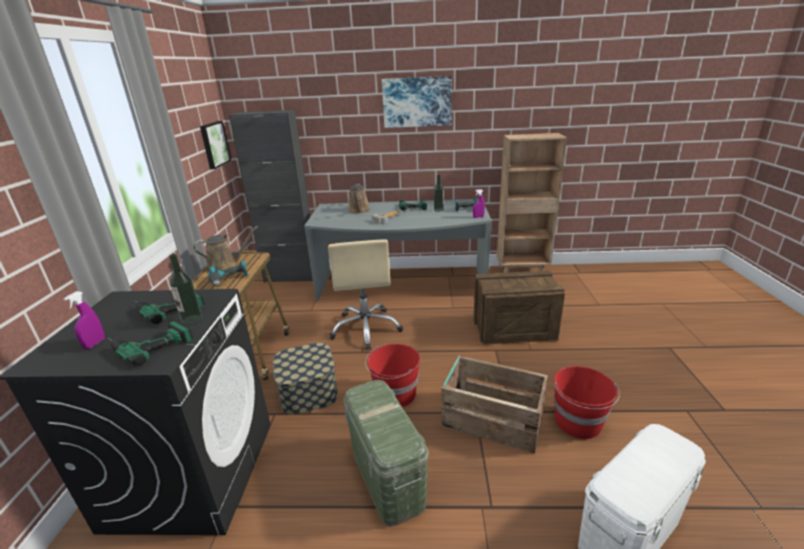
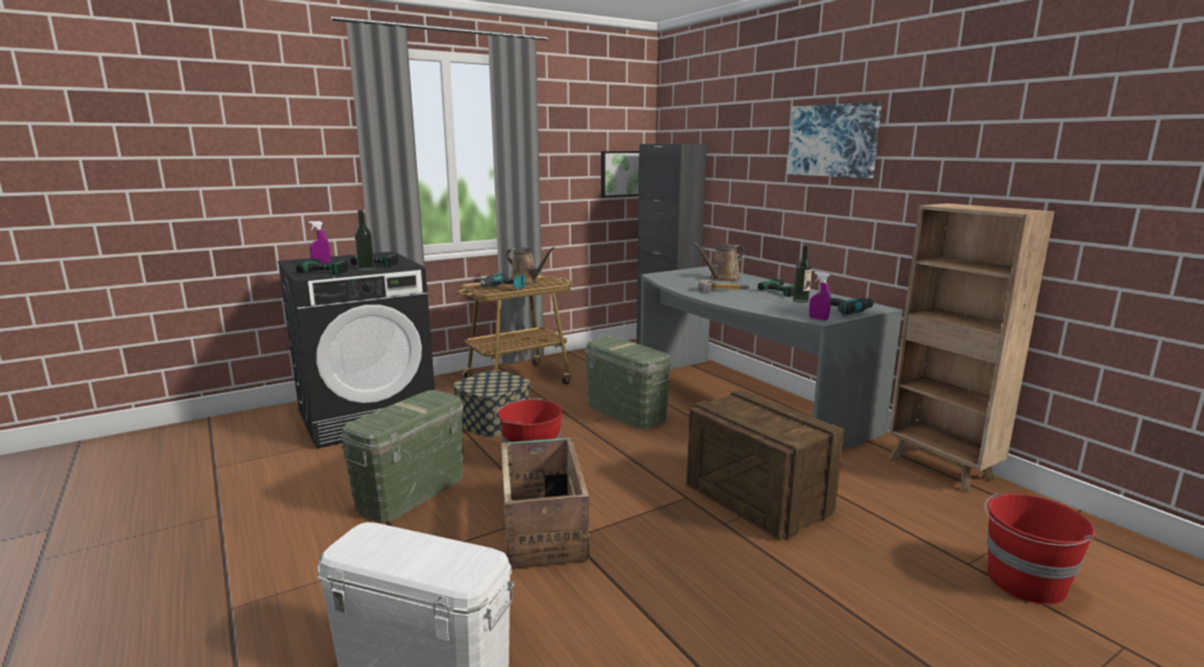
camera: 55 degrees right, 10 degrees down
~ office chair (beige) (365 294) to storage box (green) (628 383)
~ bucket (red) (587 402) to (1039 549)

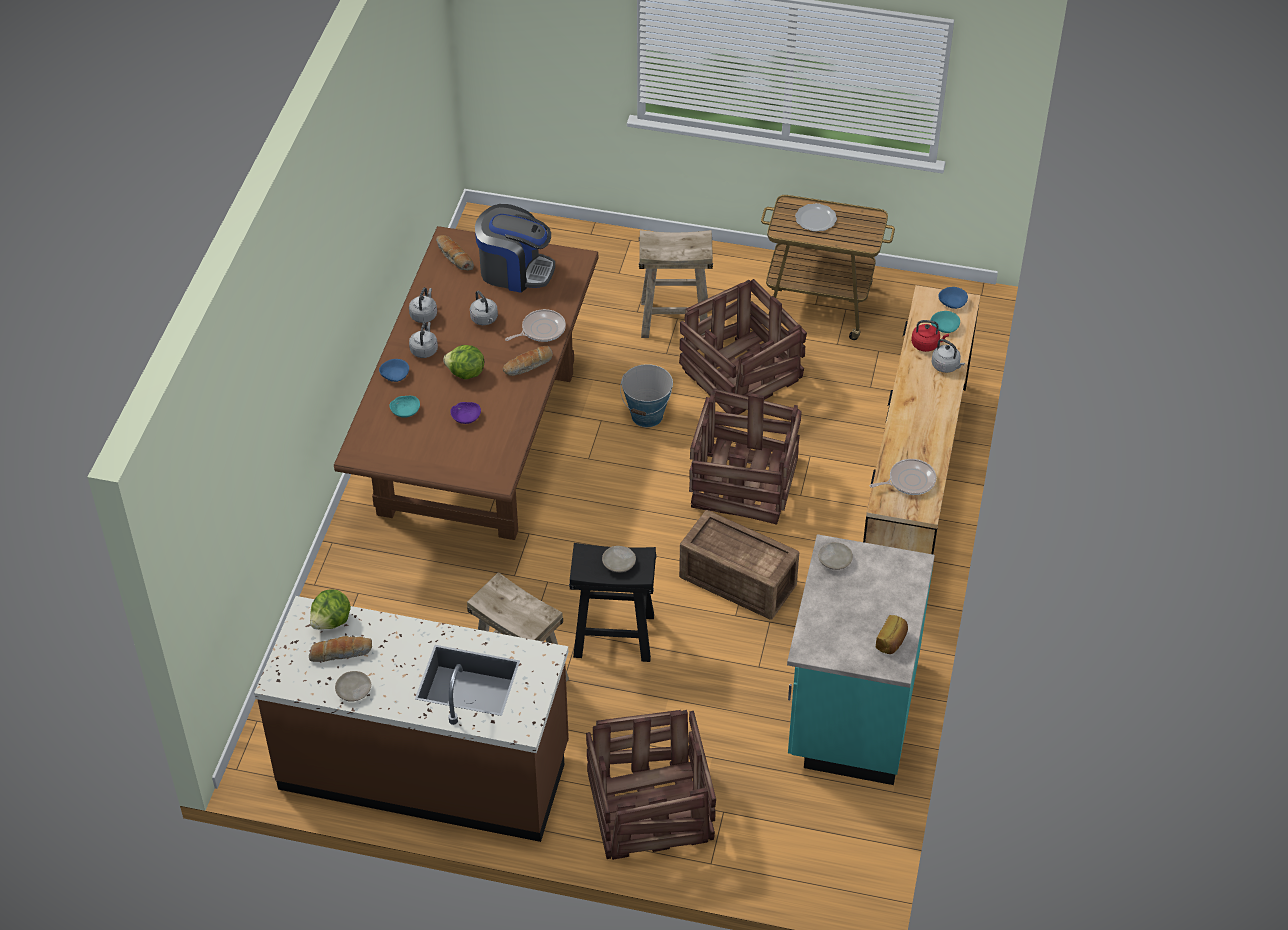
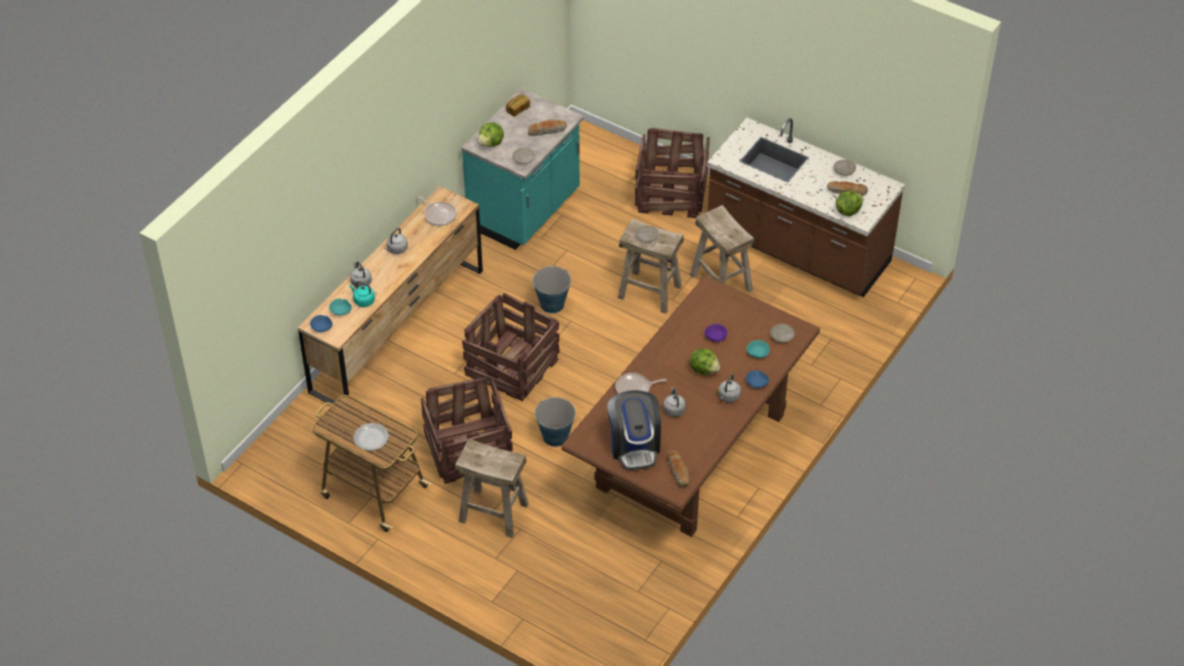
camera: 160 degrees left, 0 degrees up
~ coffee machine (515 248) = (634 430) 135 degrees counterclockwise
~ kettle (grey) (423 305) to (396 241)
~ kettle (red) (930 336) to kettle (turquoise) (362 294)
~ bread (528 361) to (547 128)
~ frying pan (903 477) = (437 211) 135 degrees counterclockwise
~ crate (739 565) to bucket (551 289)
~ stool (black) (613 602) to stool (beige) (651 266)
+ lettuce (490 134)
+ plate (beige) (782 333)

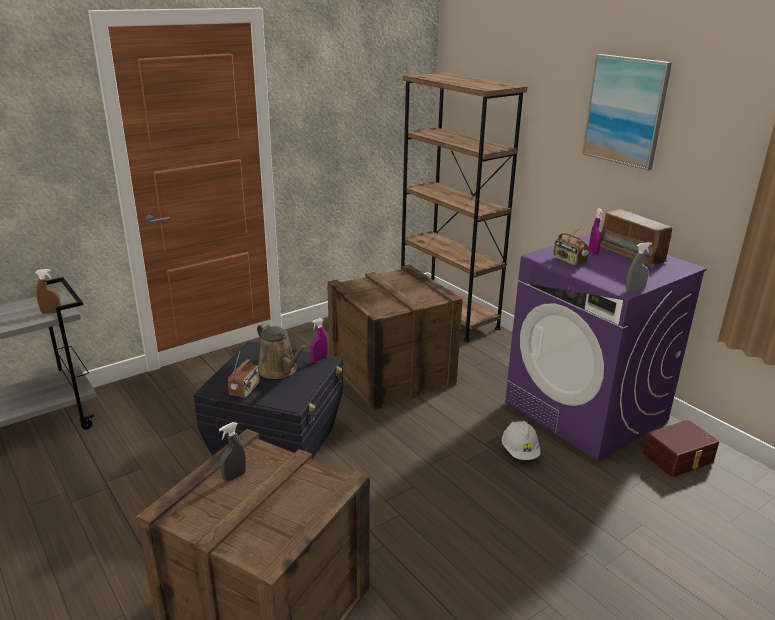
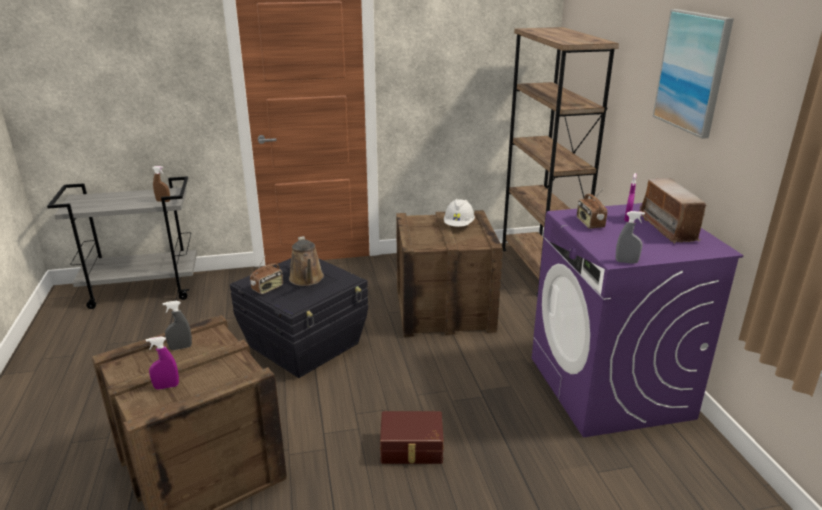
camera: 25 degrees right, 0 degrees up
~ spray bottle (purple) (319 340) to (162 363)
~ storage box (brown) (681 448) to (412 437)
~ hard hat (white) (521 440) to (459 213)

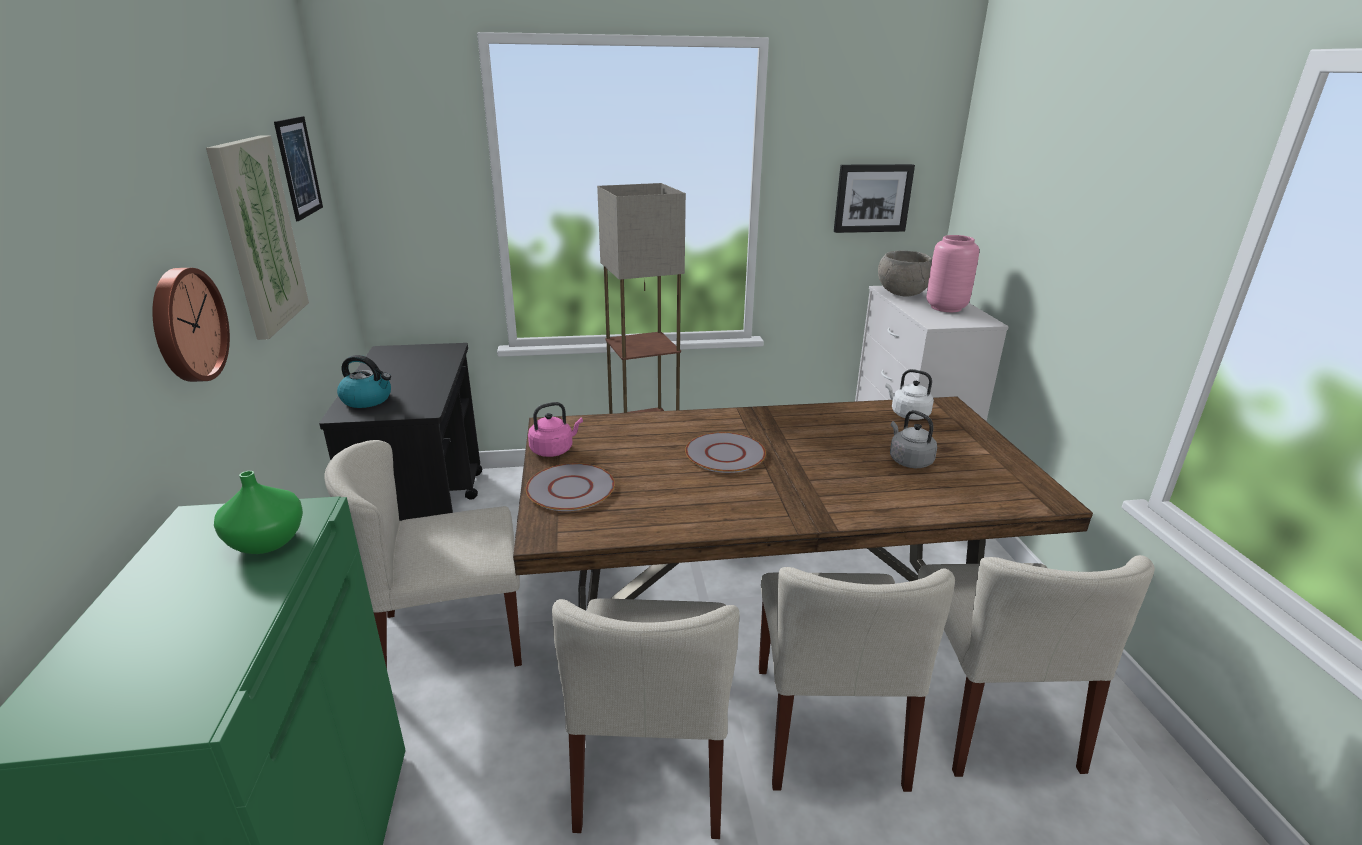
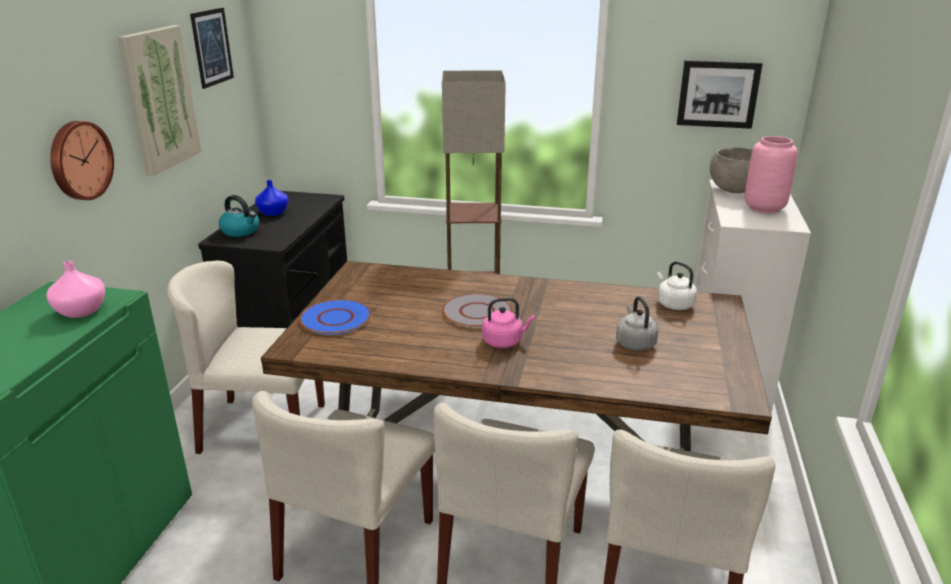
camera: 20 degrees right, 0 degrees up
~ kettle (pink) (555 429) to (508 323)
~ plate (grey) (570 487) to plate (blue) (335 317)
~ vase (green) (258 512) to vase (pink) (75 289)
+ vase (blue) (271 198)

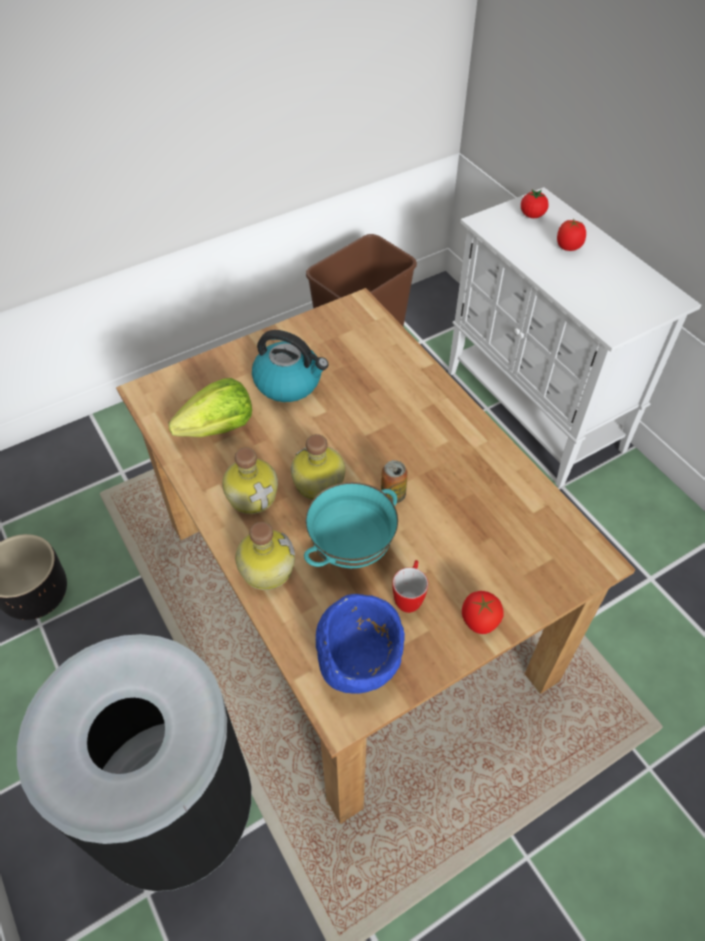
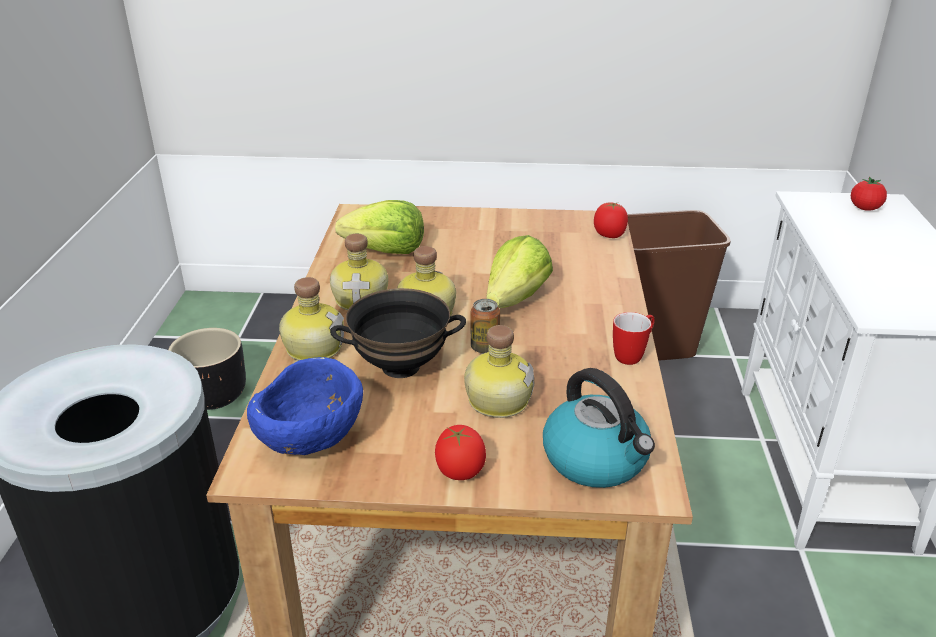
camera: 35 degrees right, 20 degrees down
~ tomato (571 234) to (611 220)
~ kettle (290 366) to (599 428)
~ bowl (turquoise) (351 525) to bowl (black) (398 333)
~ mug (410 586) to (634 338)
+ lettuce (519 271)
+ bottle (499 371)

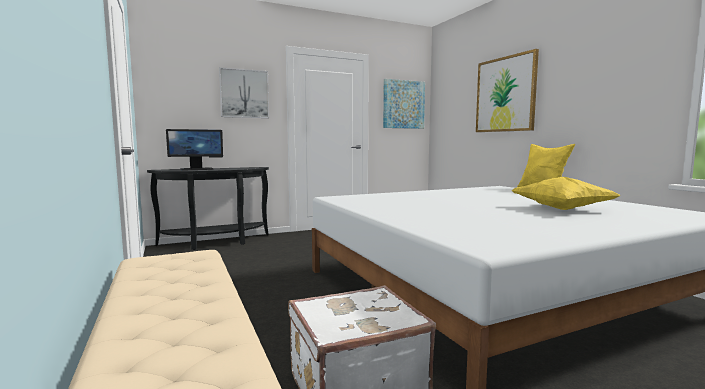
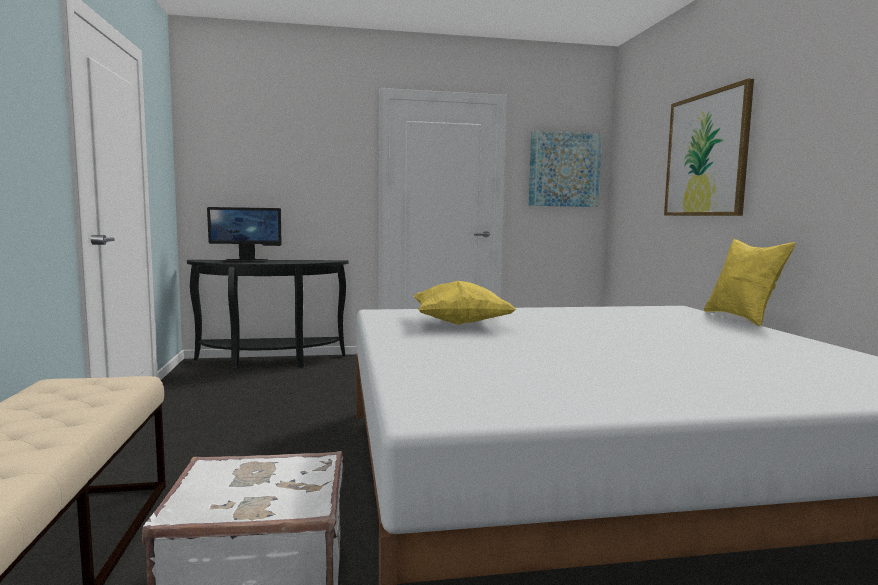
camera: 15 degrees right, 0 degrees up
- picture (244 92)
~ pillow (yellow) (566 193) to (465 303)

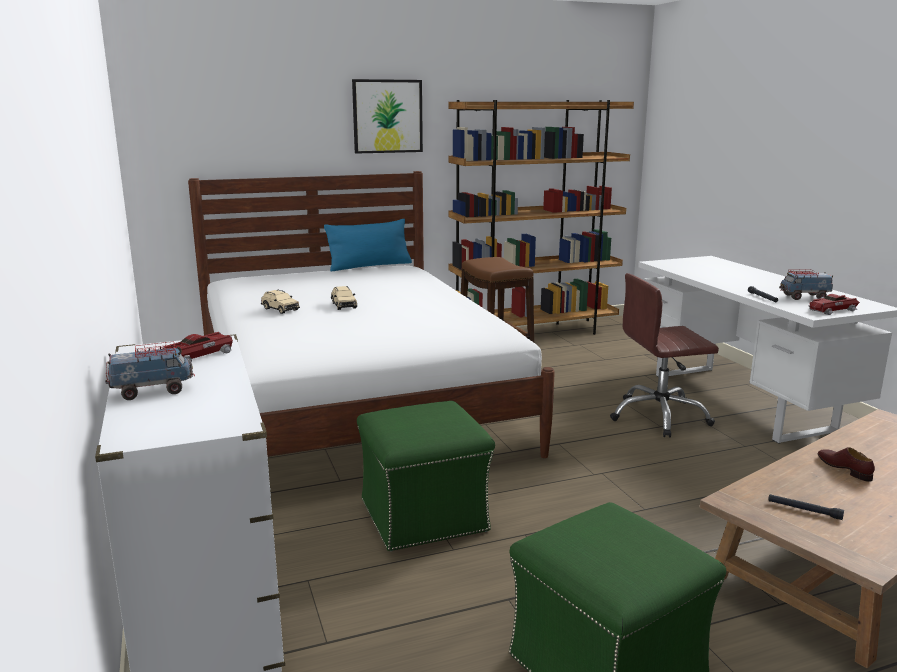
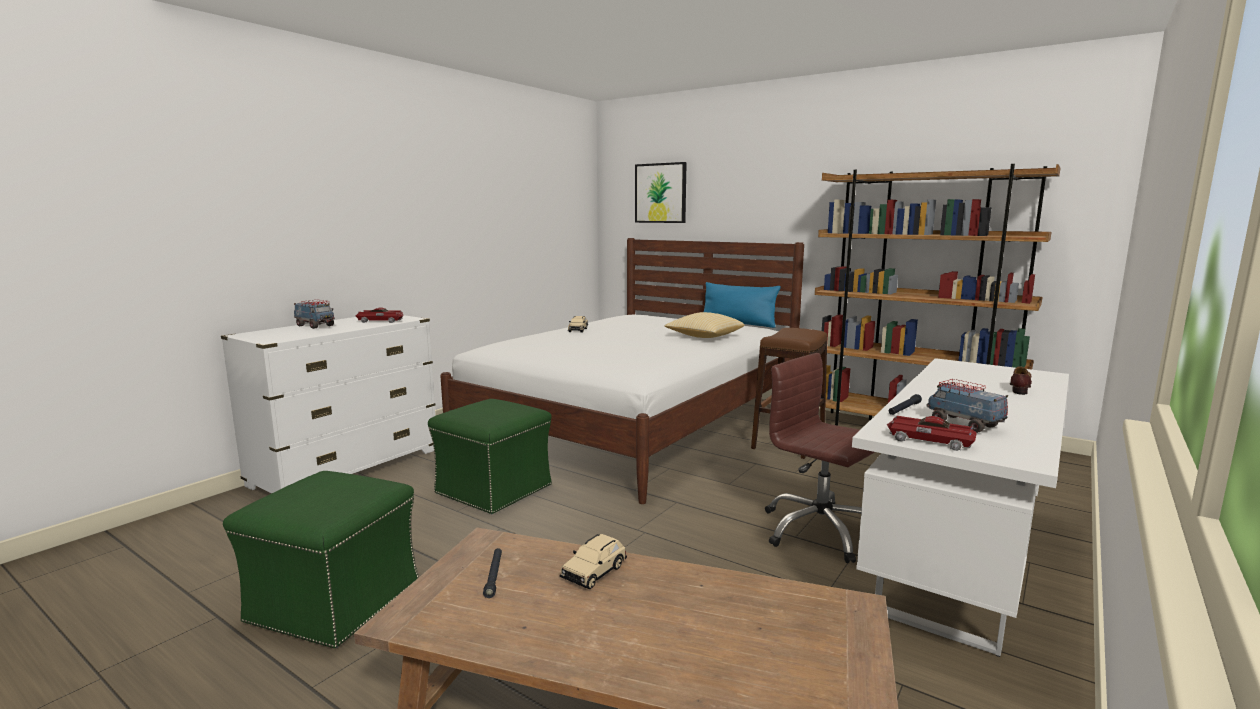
camera: 55 degrees right, 5 degrees down
~ picture (387 116) to (661 192)
~ toy car (beige) (344 298) to (593 561)
~ shoe (brown) (846 464) to (1021 380)
+ pillow (704 325)

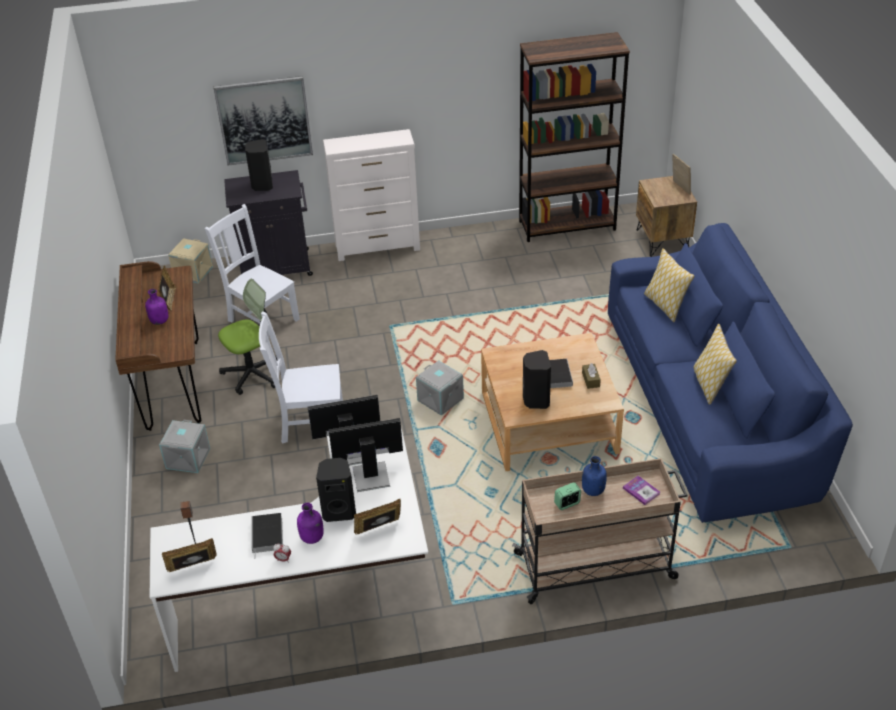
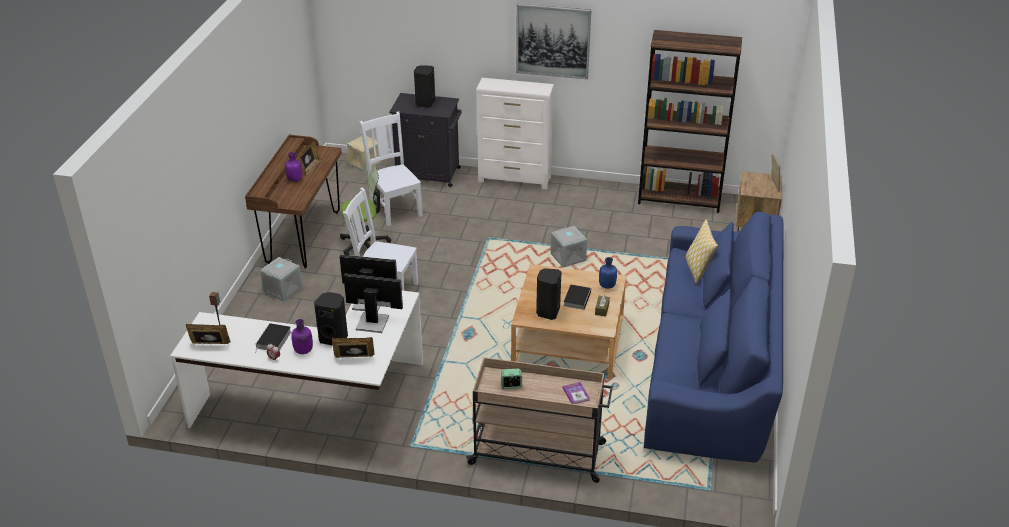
camera: 20 degrees right, 5 degrees down
~ picture (263 121) to (553 41)
- pillow (715 364)
~ storage box (grey) (440 388) to (568 246)
~ bottle (blue) (594 476) to (608 273)

